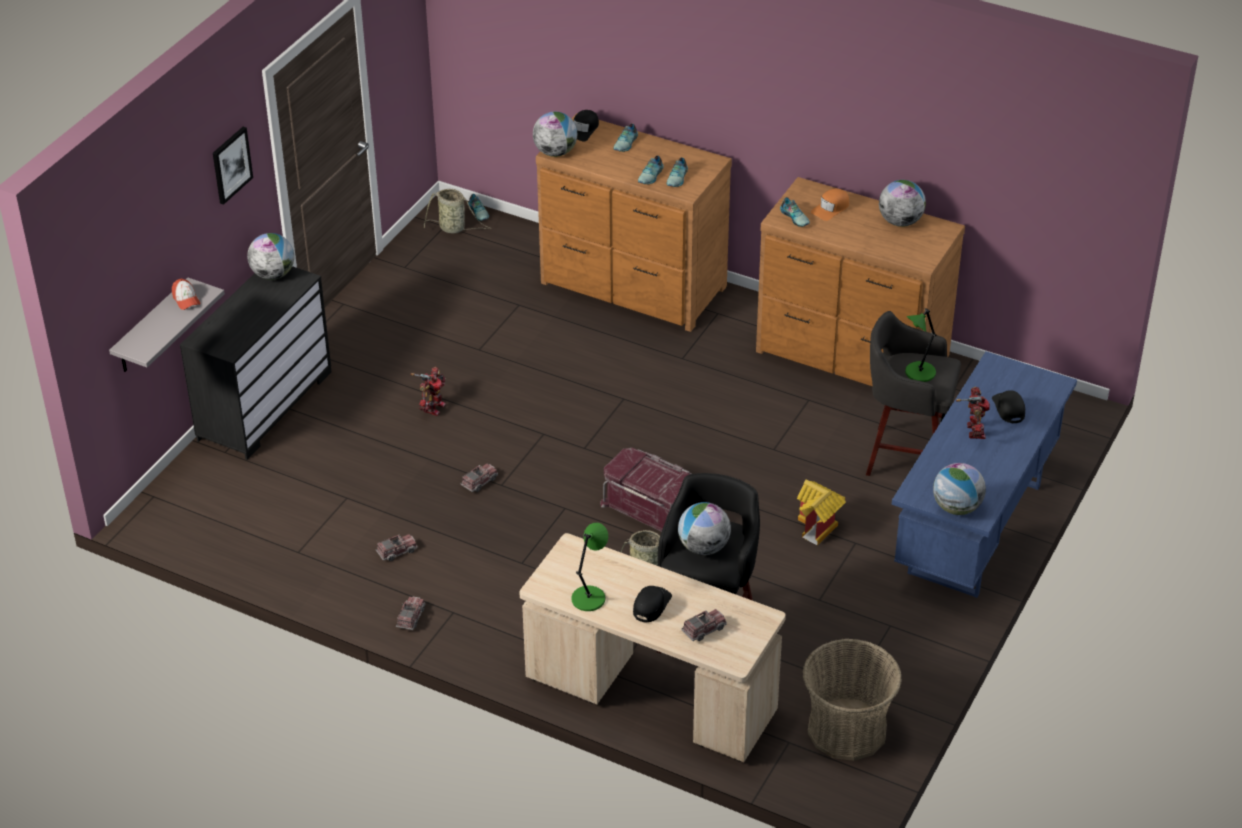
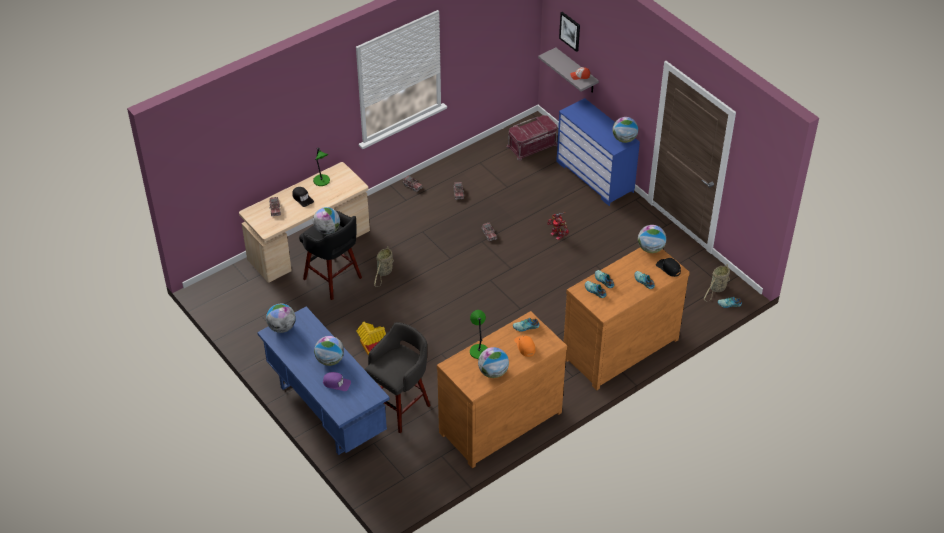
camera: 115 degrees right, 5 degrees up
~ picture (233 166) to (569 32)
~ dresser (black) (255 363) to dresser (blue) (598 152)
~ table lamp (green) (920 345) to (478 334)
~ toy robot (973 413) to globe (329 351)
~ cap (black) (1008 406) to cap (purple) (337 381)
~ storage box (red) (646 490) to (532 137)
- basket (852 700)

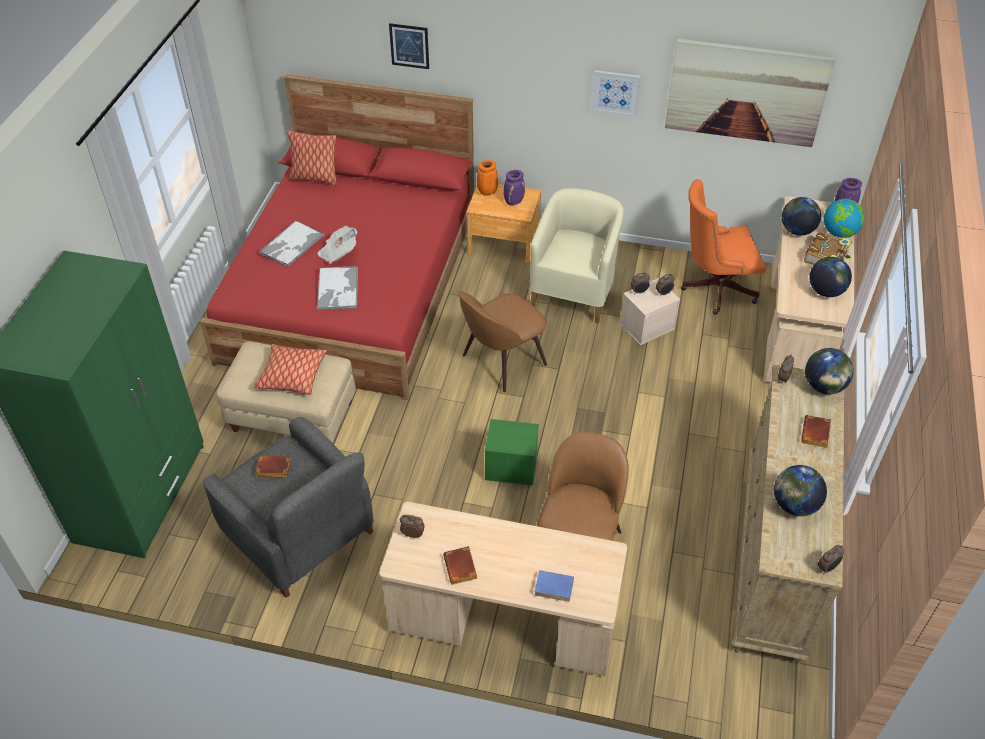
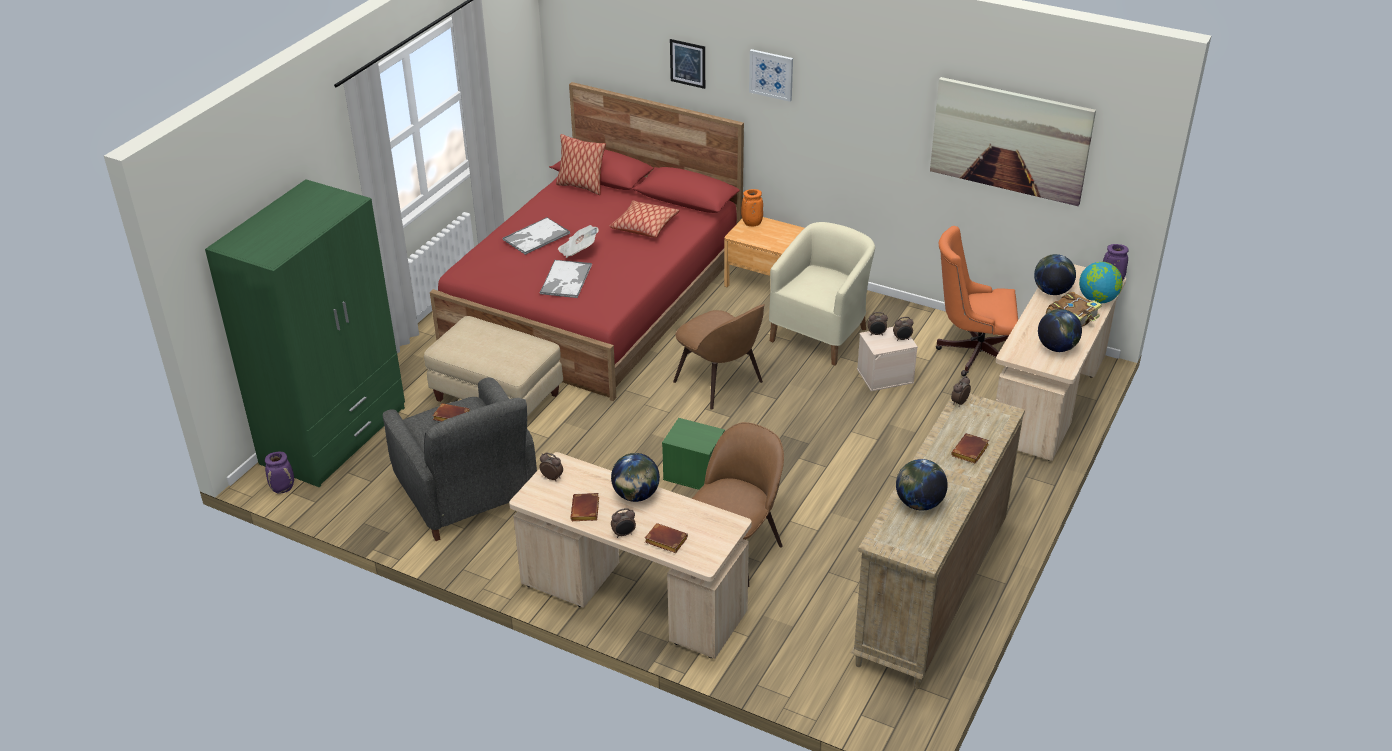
camera: 15 degrees right, 10 degrees down
~ picture (616 93) to (771 75)
~ vase (purple) (514 188) to (279 472)
~ chair (brown) (502 341) = (719 357) 105 degrees counterclockwise
~ pillow (290 369) to (645 219)
~ globe (829 371) to (635 477)
~ alarm clock (830 559) to (623 523)
~ book (blue) (554 586) to book (brown) (666 538)

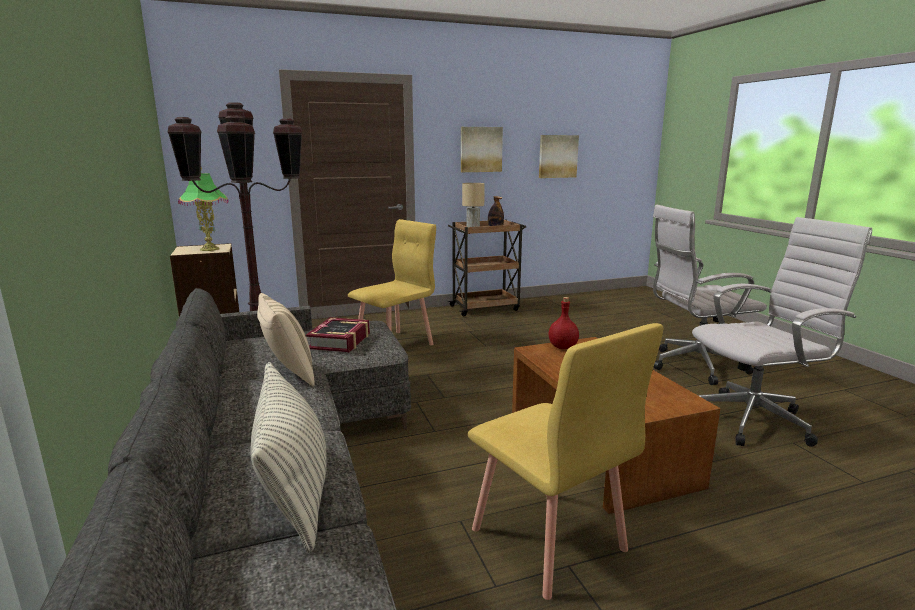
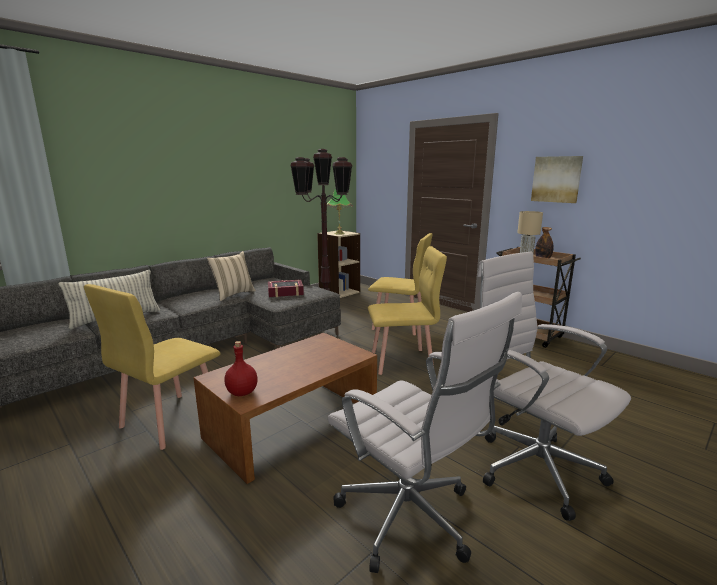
camera: 65 degrees right, 0 degrees up
- picture (559 156)
~ bottle (red) (564 323) to (241 368)
+ chair (yellow) (407 310)

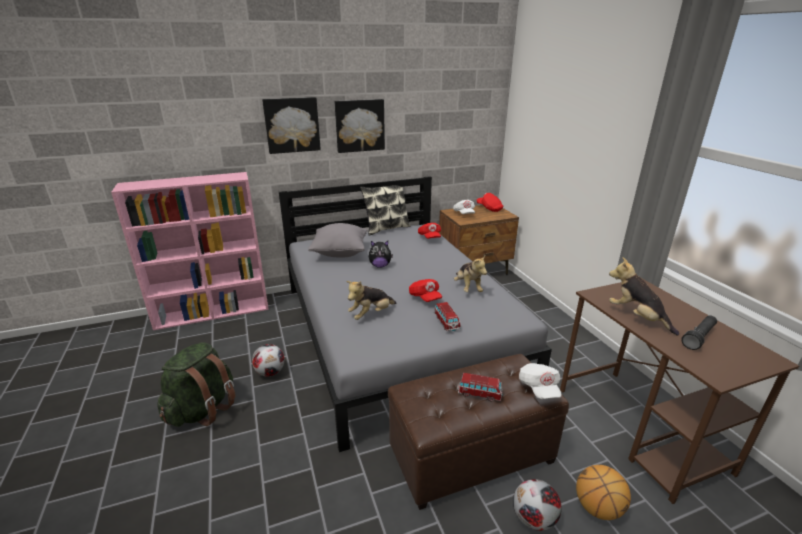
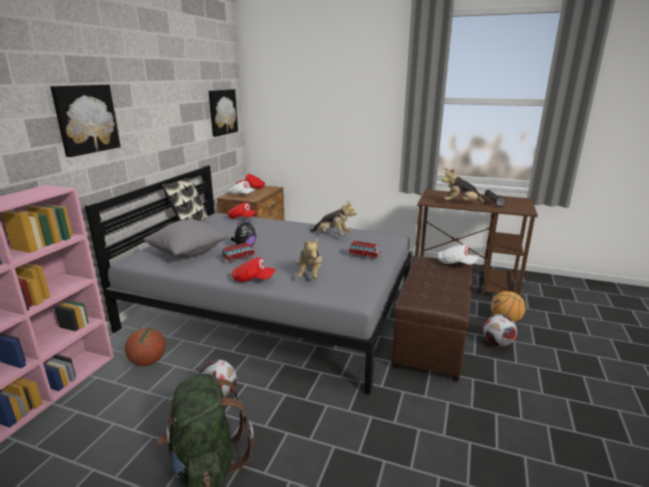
camera: 50 degrees left, 5 degrees down
~ picture (360 126) to (223 113)
~ cap (red) (425 290) to (254 269)
~ toy car (480 387) to (238 252)
+ basketball (145 347)

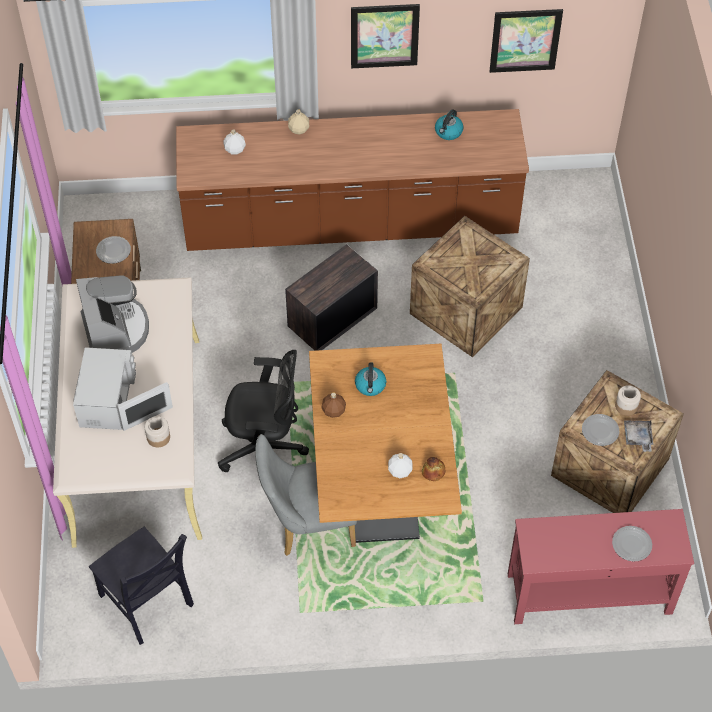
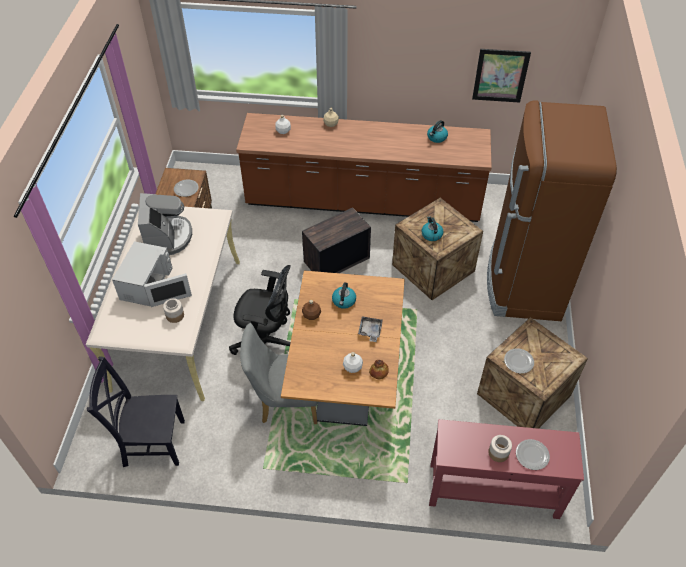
camera: 10 degrees right, 5 degrees down
- picture (385 36)
~ jar (628 400) to (500 448)
~ tray (grey) (638 436) to (370 329)
~ chair (black) (141 586) = (136 411) 120 degrees clockwise
+ fridge (brown) (552 210)
+ kettle (432 228)

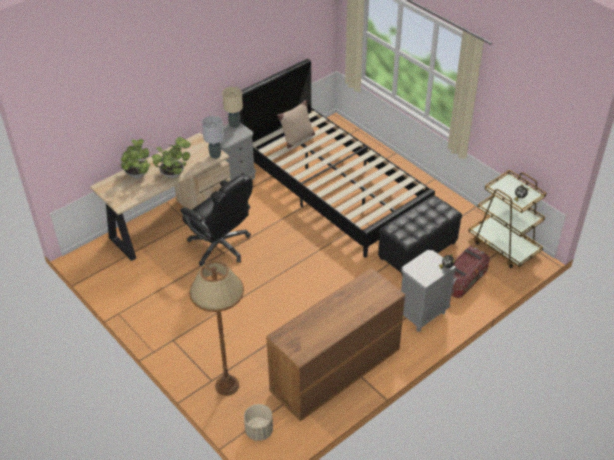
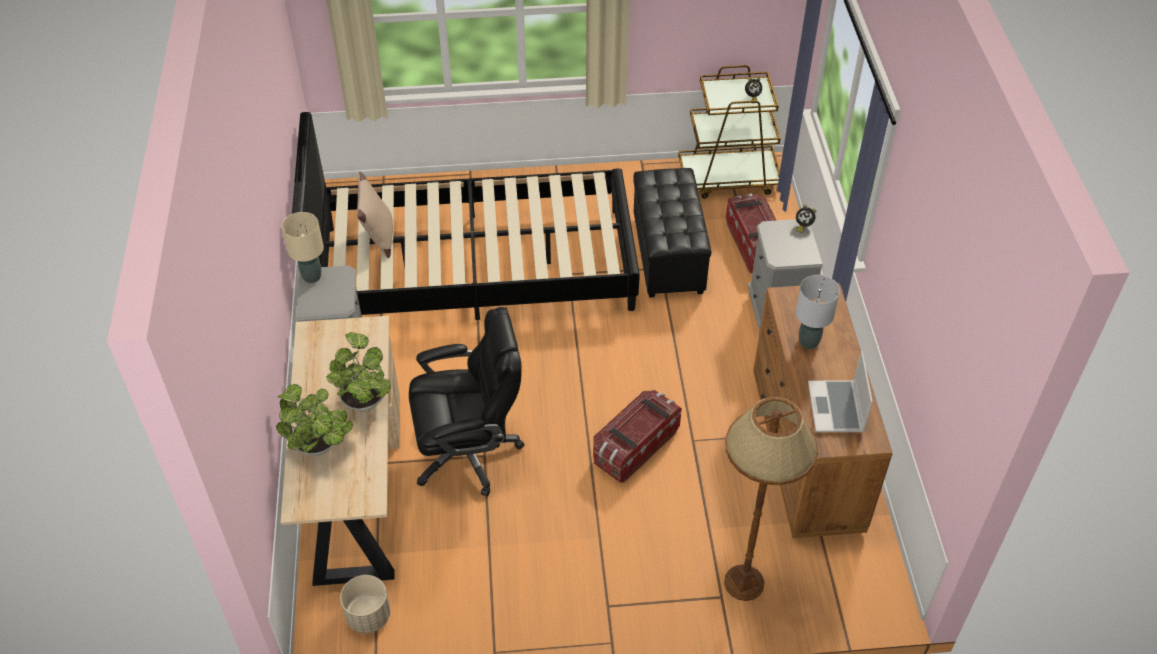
camera: 55 degrees left, 5 degrees up
~ table lamp (grey) (213 137) to (818 312)
~ planter (beige) (258 422) to (365 604)
+ laptop (840 391)
+ storage box (637 436)

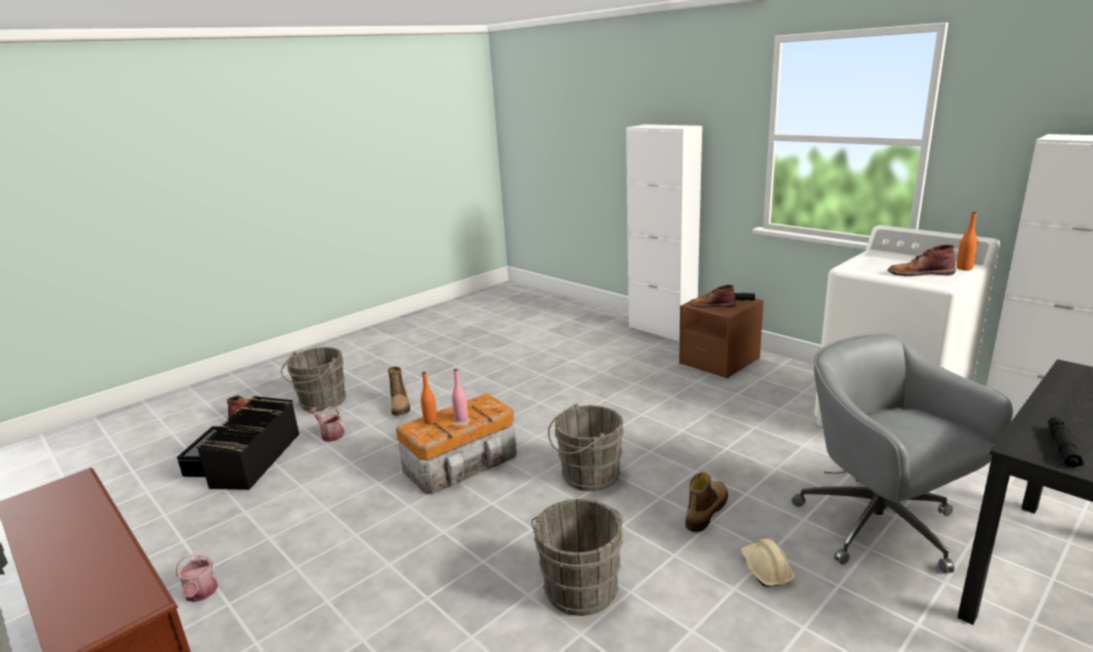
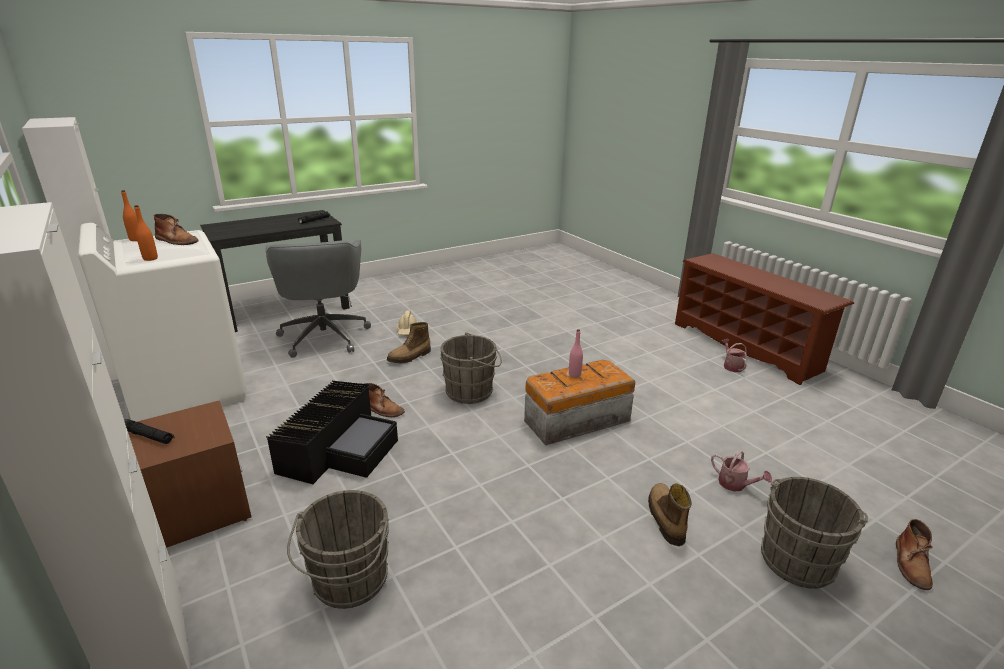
camera: 170 degrees left, 5 degrees up
~ boot (brown) (712 296) to (384 400)
~ bottle (orange) (429 398) to (146 233)
~ storage box (black) (238 443) to (332 432)
~ bucket (grey) (577 557) to (338 549)

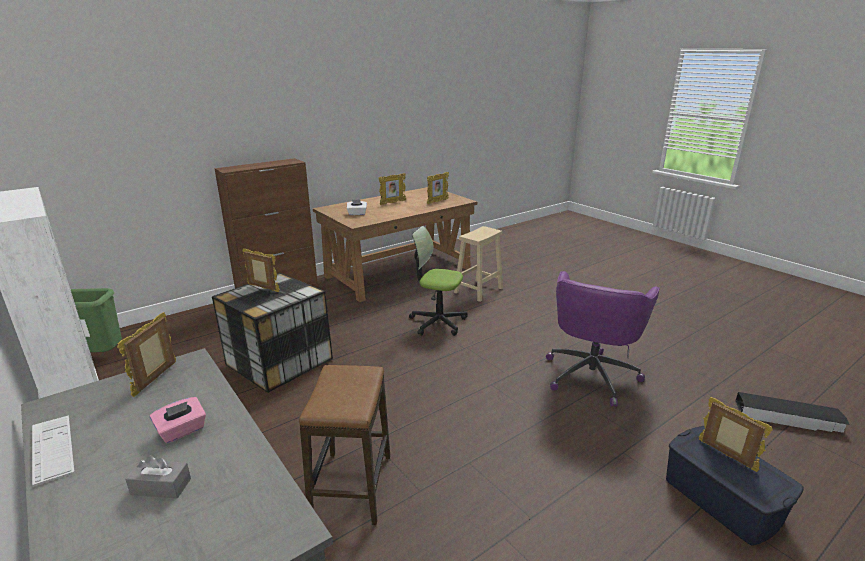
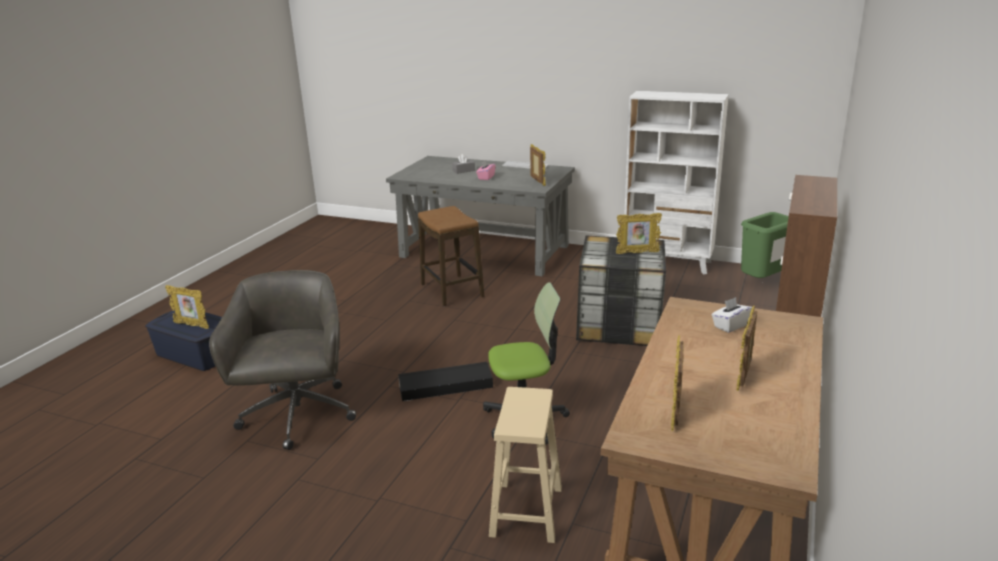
camera: 150 degrees right, 0 degrees up
~ office chair (purple) (603 339) to office chair (grey) (282 360)
~ storage box (black) (793 412) to (445 381)

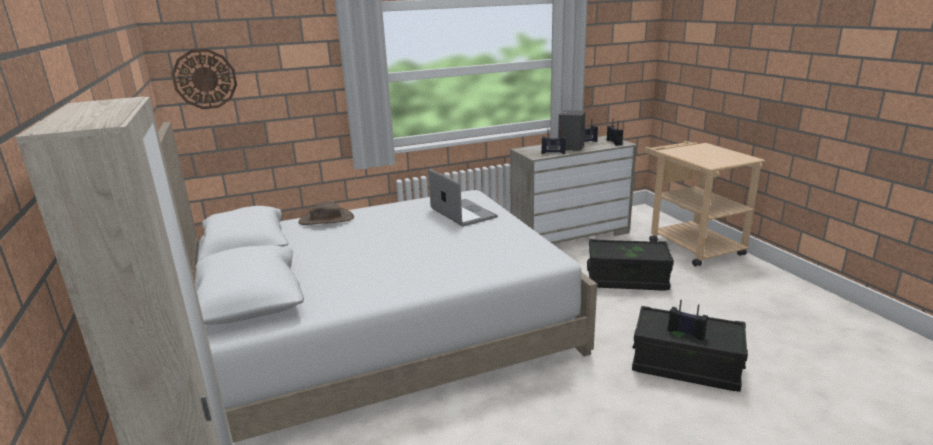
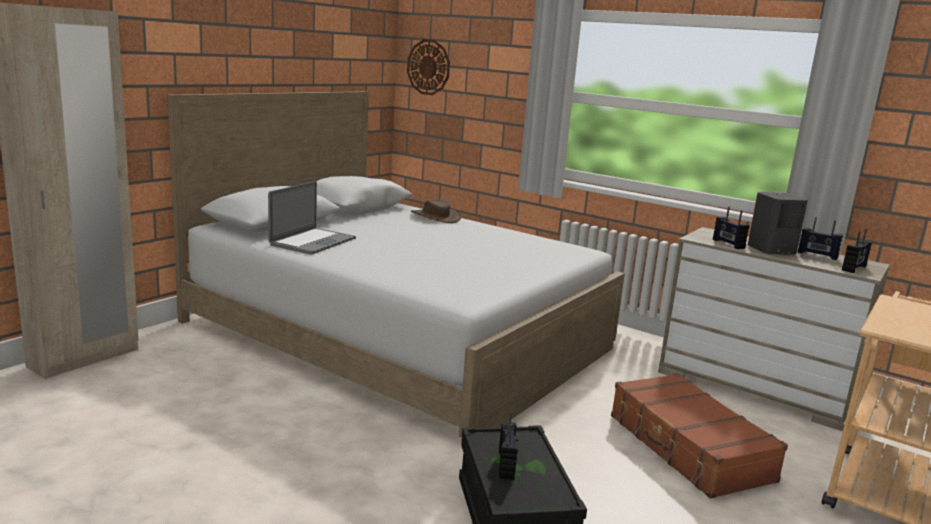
camera: 55 degrees right, 5 degrees down
~ laptop (463 197) to (312 218)
~ storage box (black) (630 265) to suitcase (brown) (699 436)

